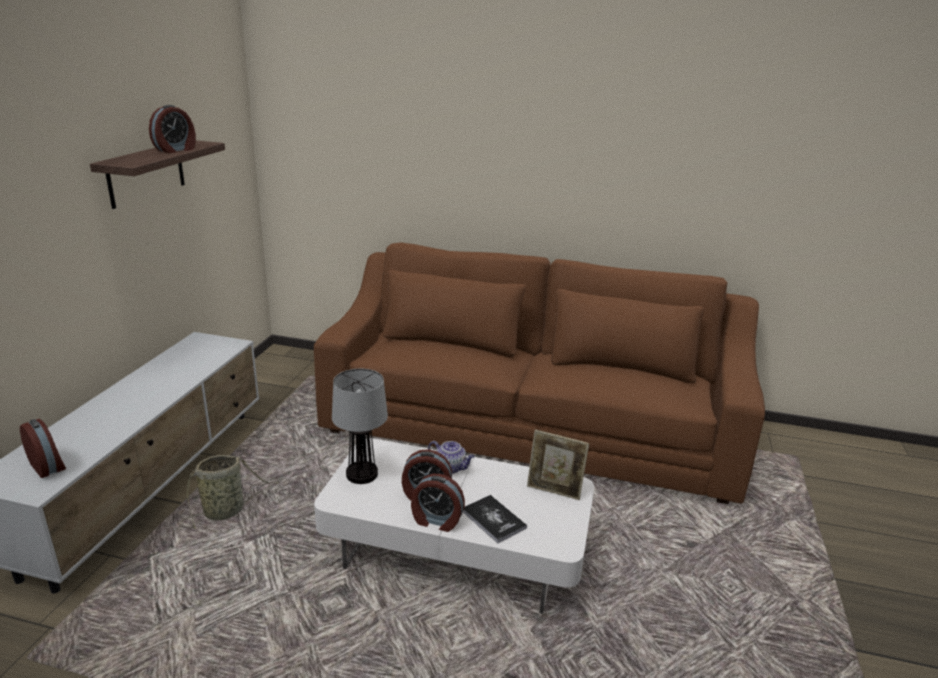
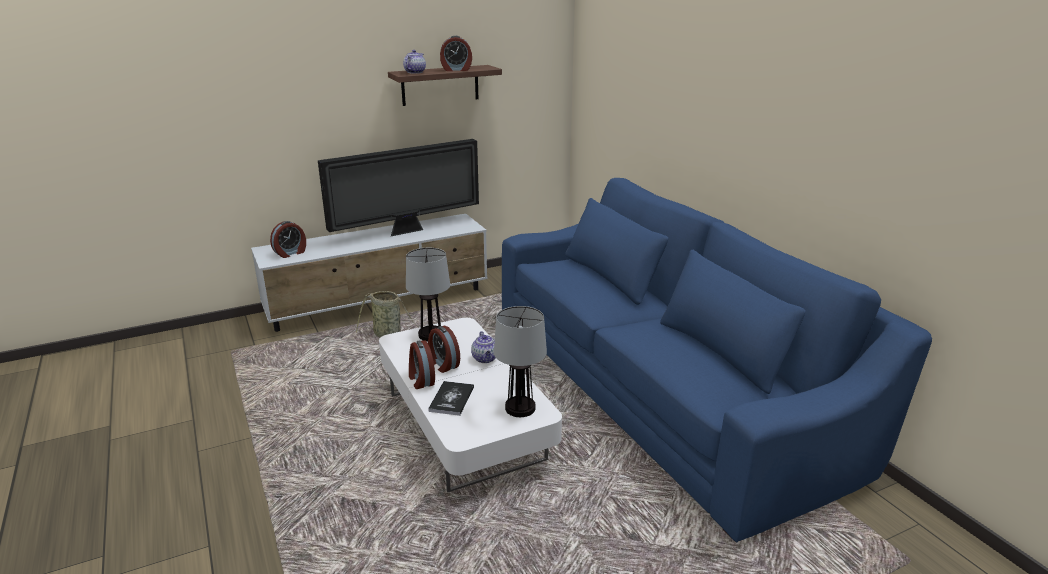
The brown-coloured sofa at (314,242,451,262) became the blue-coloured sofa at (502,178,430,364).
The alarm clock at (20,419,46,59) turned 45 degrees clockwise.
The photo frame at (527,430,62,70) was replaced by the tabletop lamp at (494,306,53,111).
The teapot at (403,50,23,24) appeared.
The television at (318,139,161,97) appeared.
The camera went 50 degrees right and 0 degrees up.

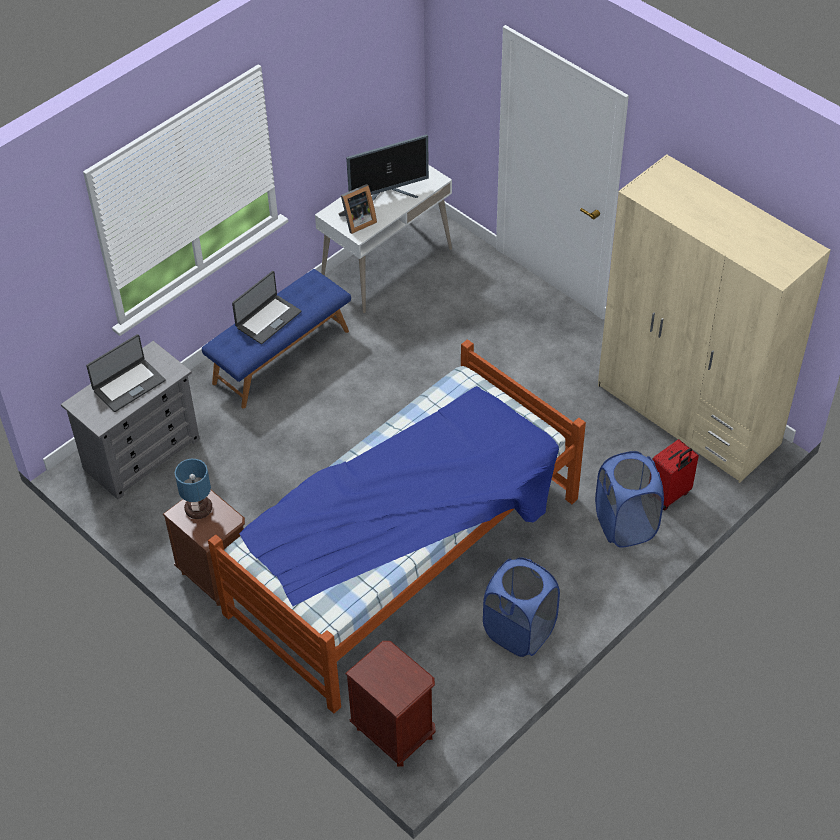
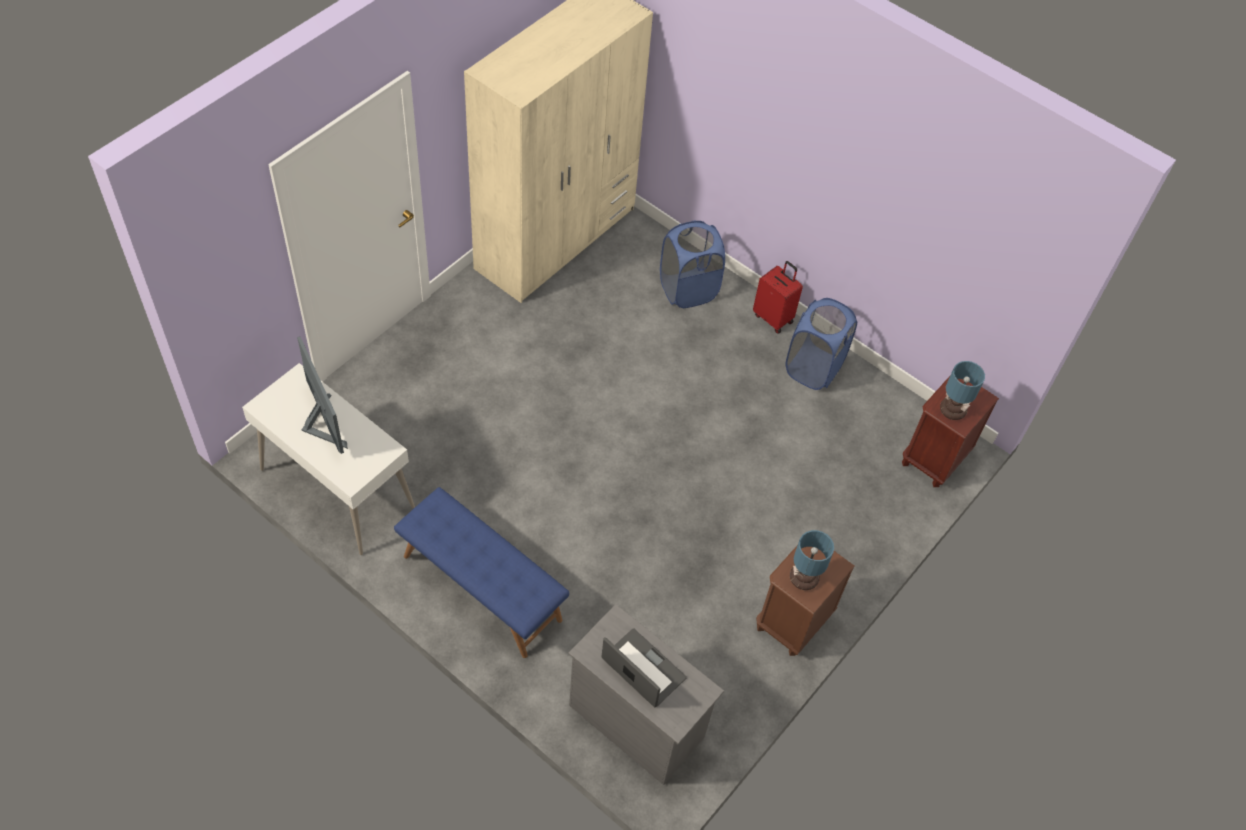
The photo frame at (338,184,39,50) disappeared.
The notebook computer at (232,271,69,73) disappeared.
The bedroom bed at (208,339,378,374) disappeared.
The red-coloured travel case moved from (652,439,47,71) to (753,261,50,73).
The tabletop lamp at (940,361,45,59) appeared.
The camera went 100 degrees left and 5 degrees up.

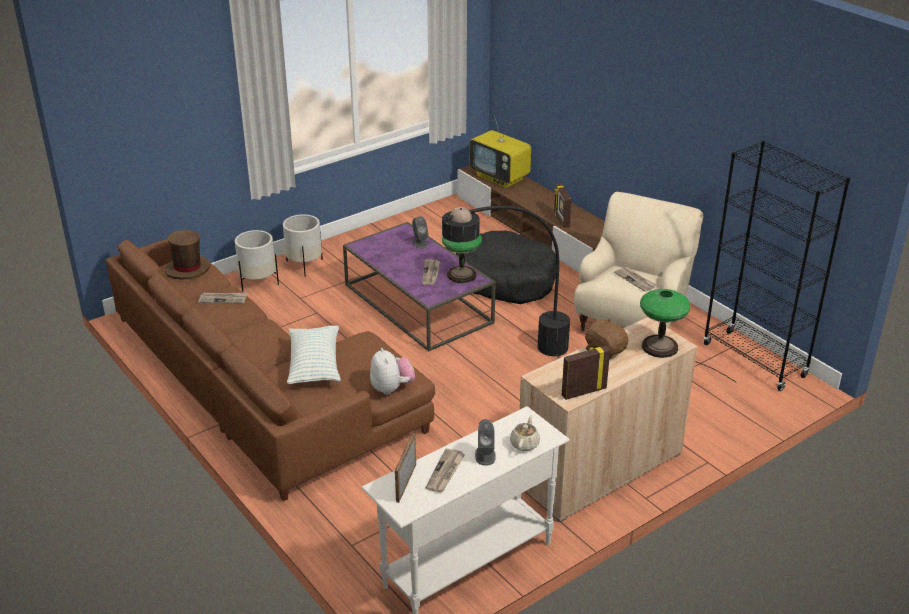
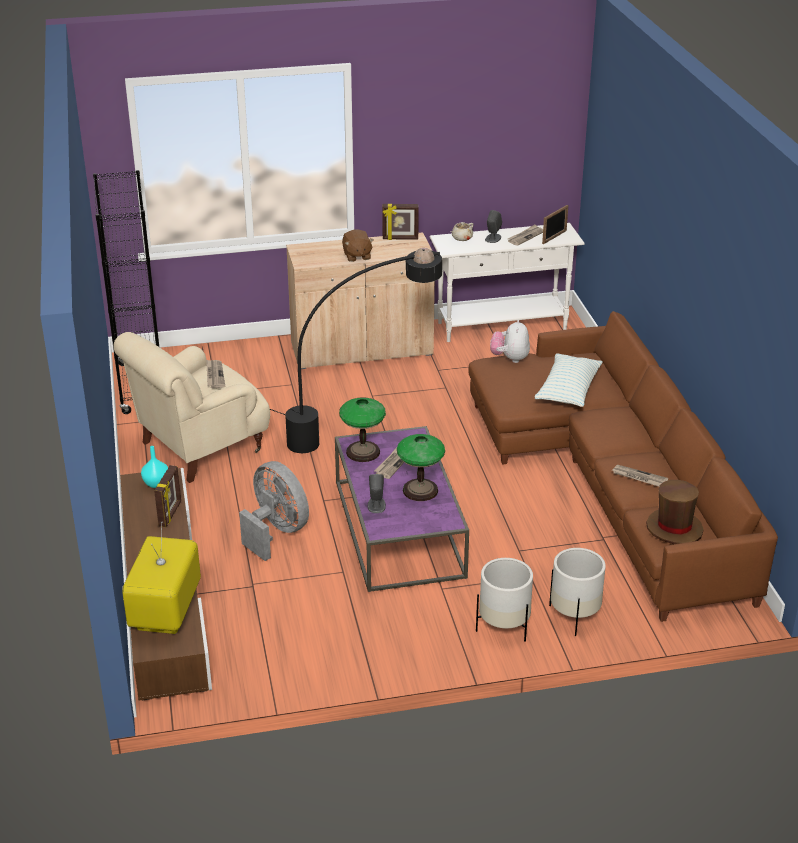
The television at (470,115,61,73) turned 150 degrees counterclockwise.
The blackish pet bed at (456,231,100,73) was replaced by the gray fan at (239,461,70,100).
The tabletop lamp moved from (640,289,50,69) to (397,434,48,67).
The turquoise-coloured vase at (141,446,27,42) appeared.
The camera went 155 degrees left and 0 degrees up.

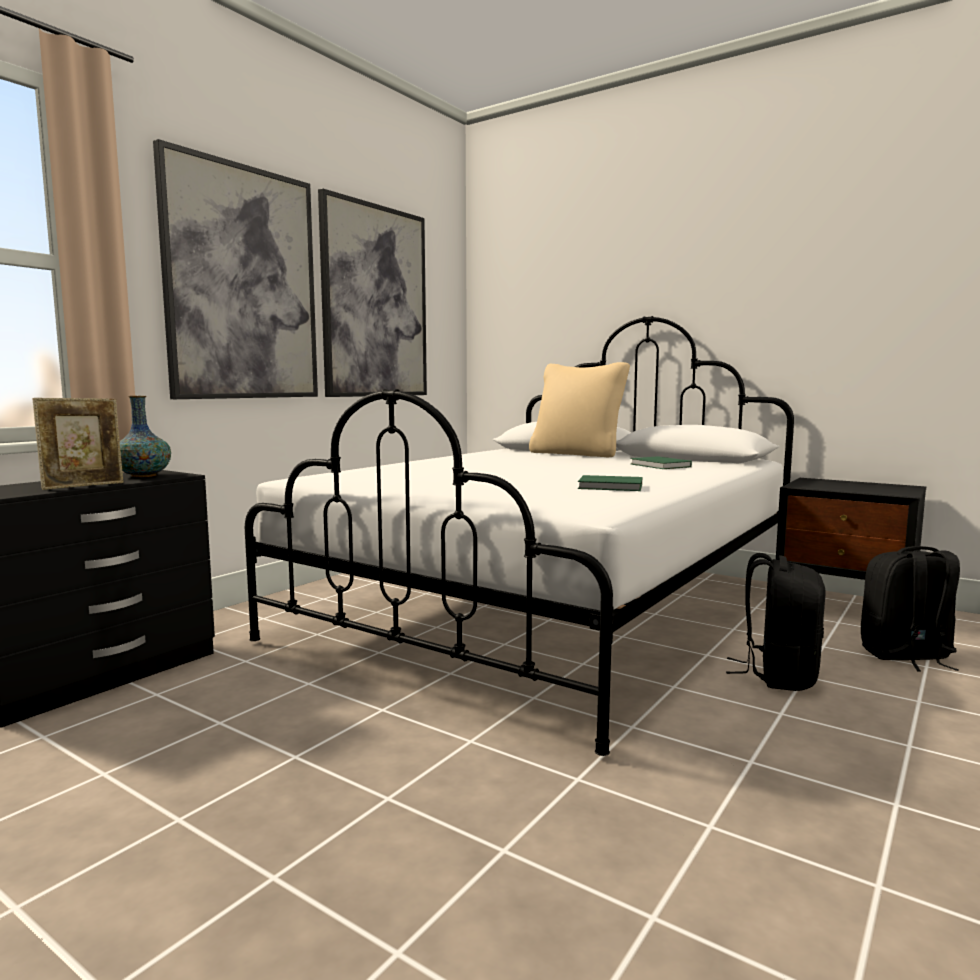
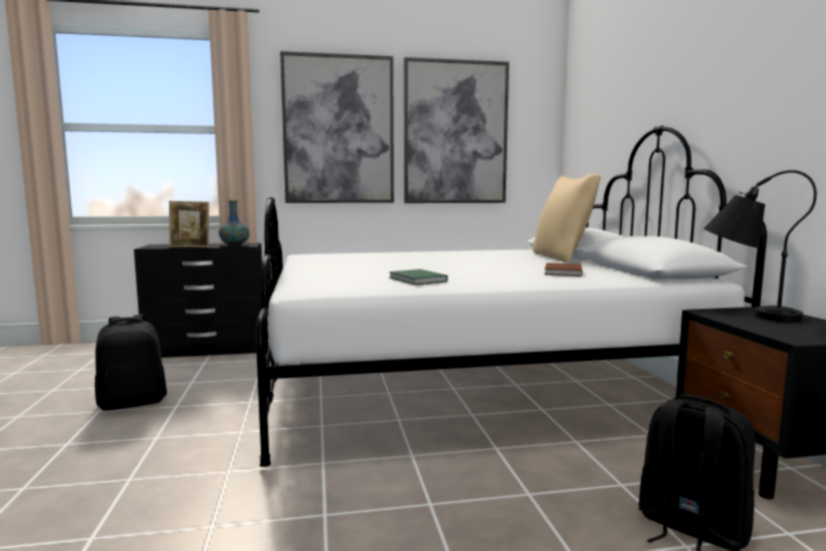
The greenish bound book at (631,456,61,13) became the brown-coloured bound book at (544,263,38,13).
The blackish knapsack moved from (726,553,100,138) to (95,314,72,97).
The blackish tabletop lamp at (704,170,113,152) appeared.
The camera went 45 degrees right and 0 degrees up.

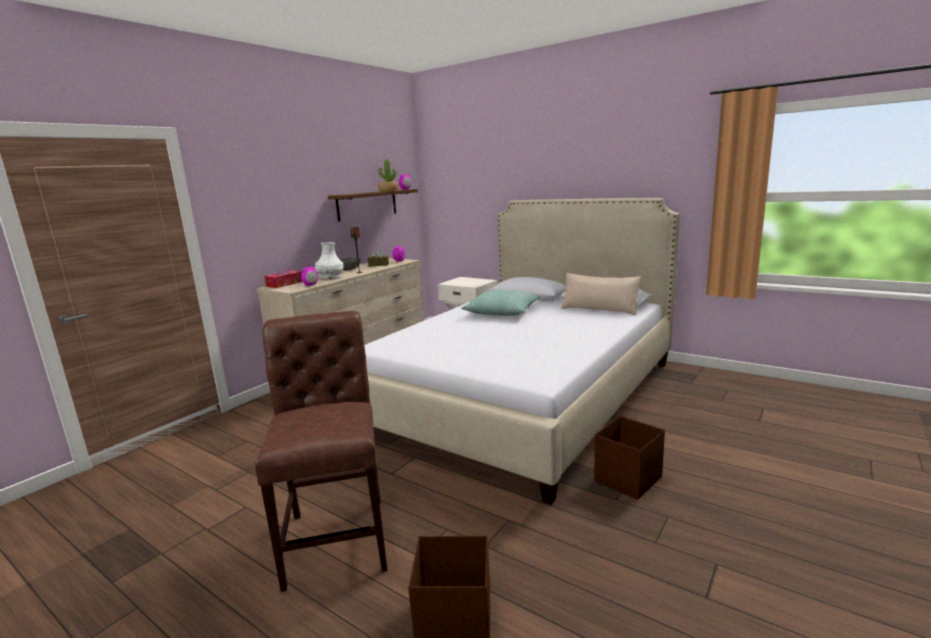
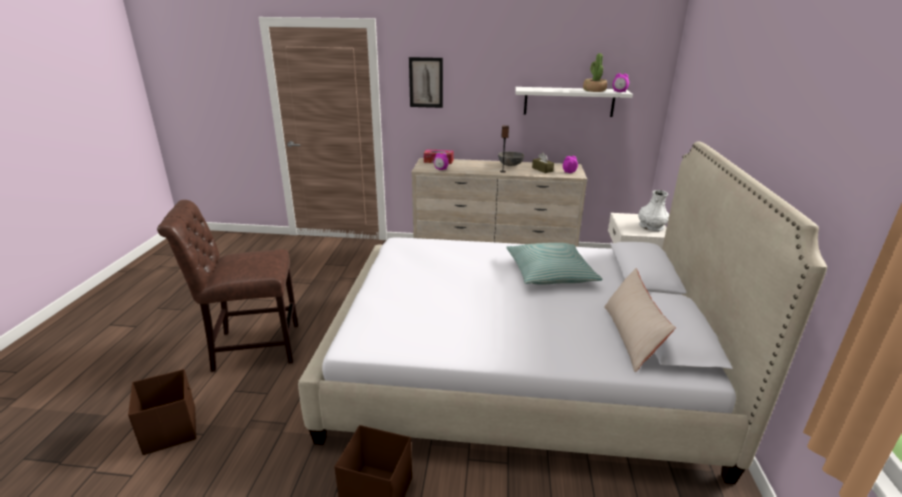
The brown-coloured shelf at (328,189,90,32) became the white shelf at (515,87,118,30).
The white vase moved from (315,242,29,37) to (638,190,31,41).
The brown-coloured plain chair at (255,311,132,281) turned 150 degrees counterclockwise.
The wall art at (409,57,34,51) appeared.
The camera went 60 degrees right and 10 degrees up.

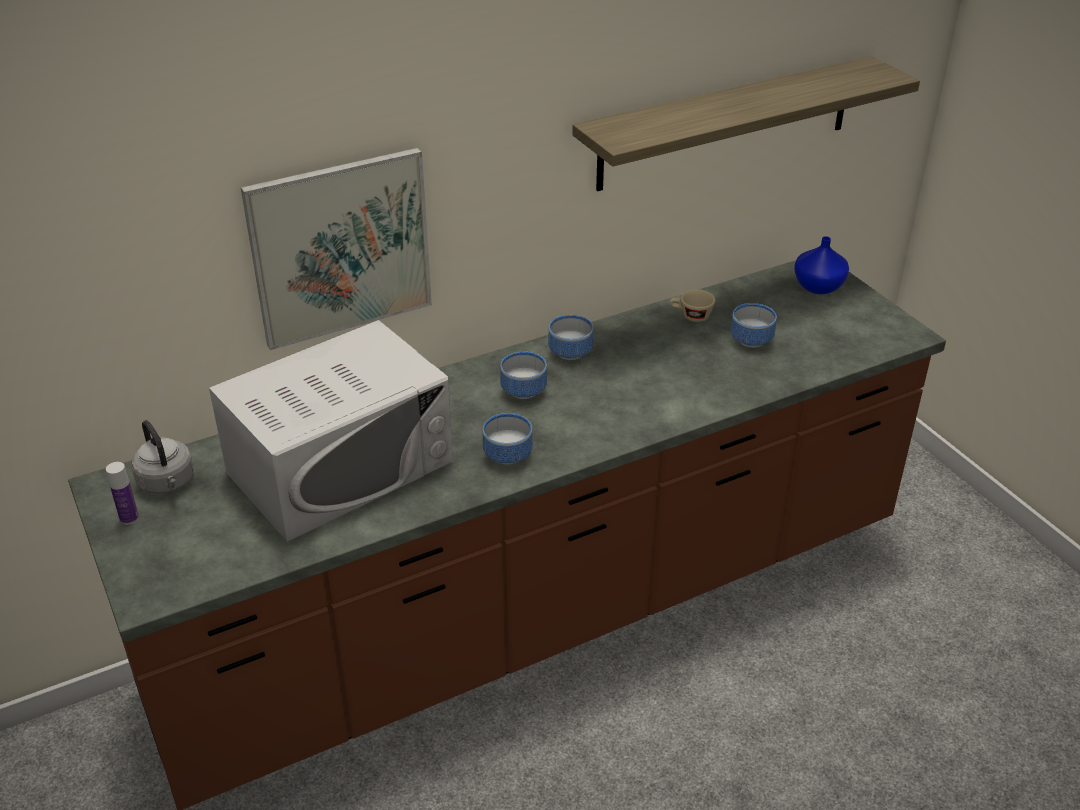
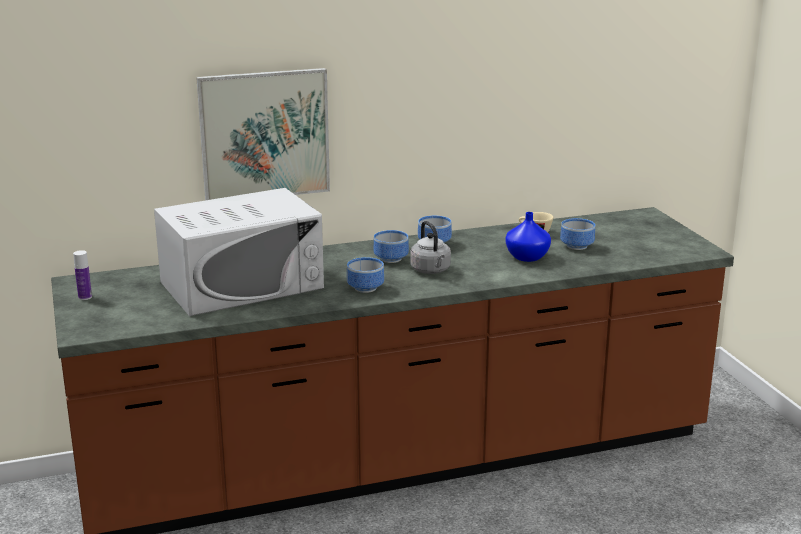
The shelf at (572,56,348,135) disappeared.
The blue-coloured vase moved from (794,236,55,58) to (505,212,46,50).
The gray water kettle moved from (131,420,63,74) to (410,221,41,53).
The camera went 10 degrees right and 15 degrees down.

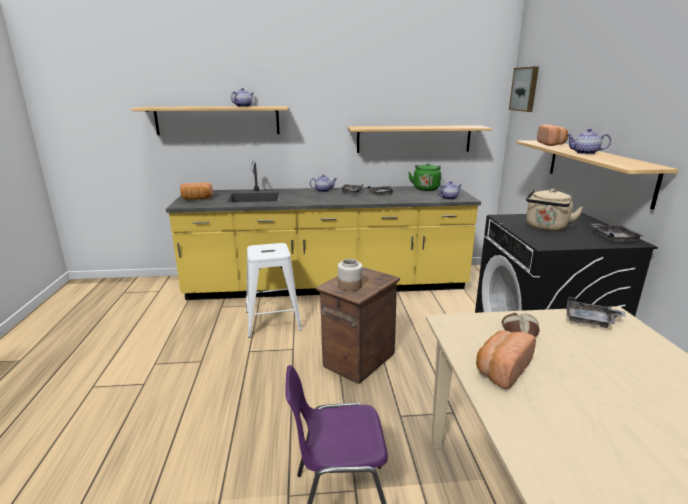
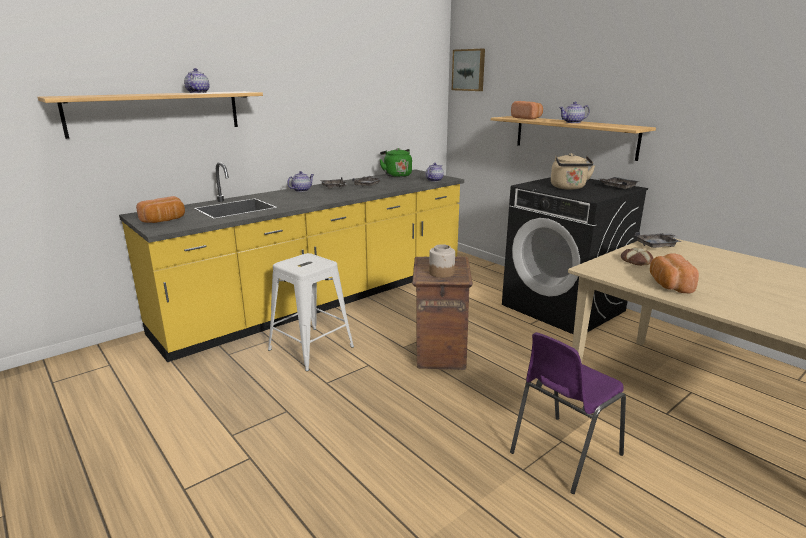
The shelf at (347,125,145,28) disappeared.
The camera went 35 degrees left and 0 degrees up.

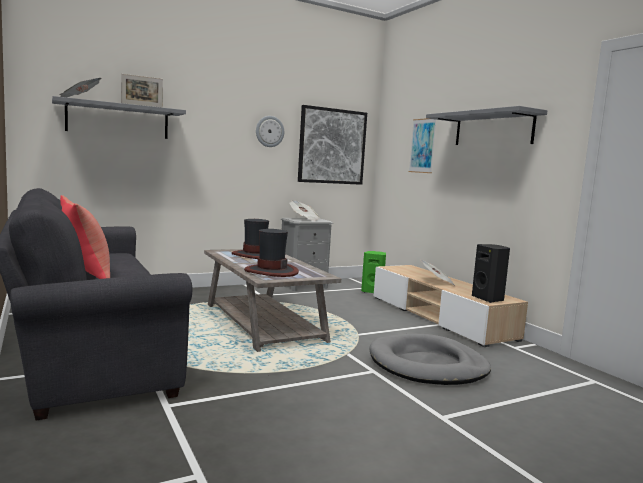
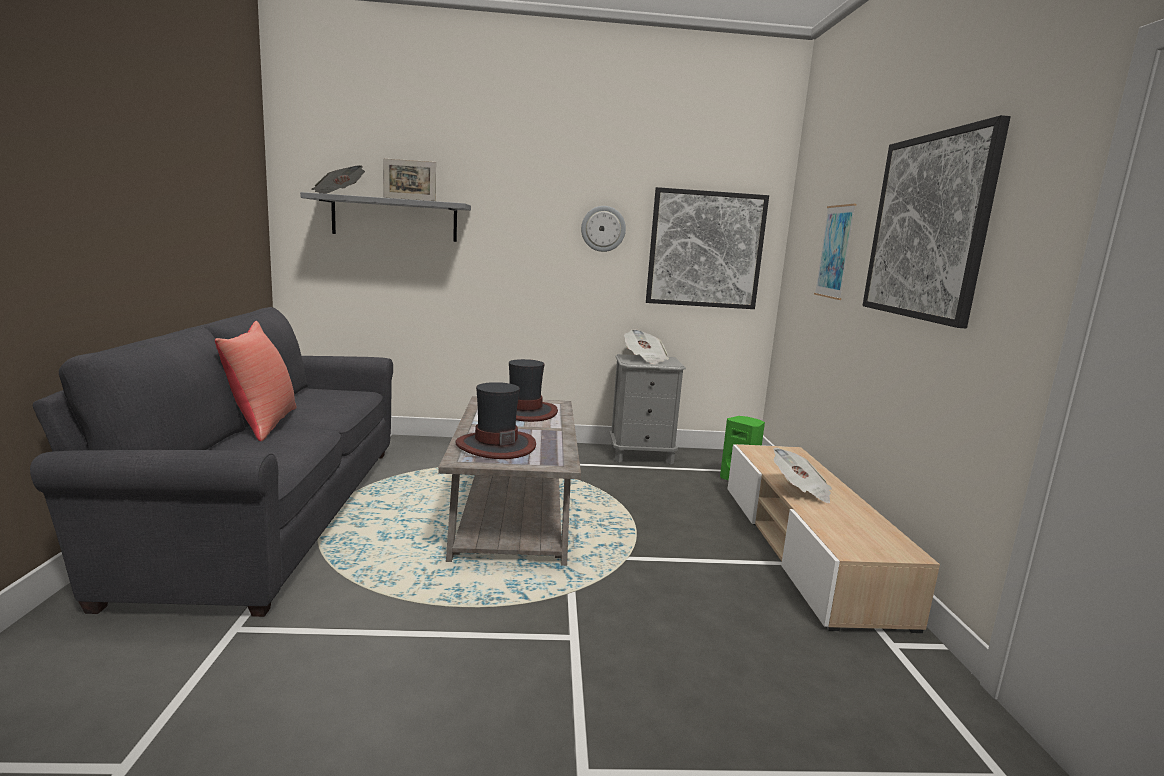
The gray shelf at (426,106,122,39) was replaced by the wall art at (862,115,149,213).
The blackish speaker at (472,244,38,59) disappeared.
The gray pet bed at (369,334,122,51) disappeared.
The camera went 25 degrees right and 5 degrees up.

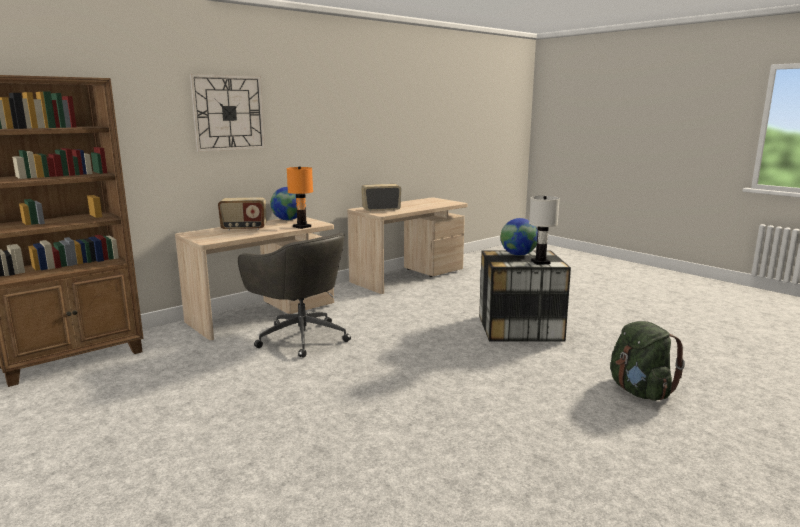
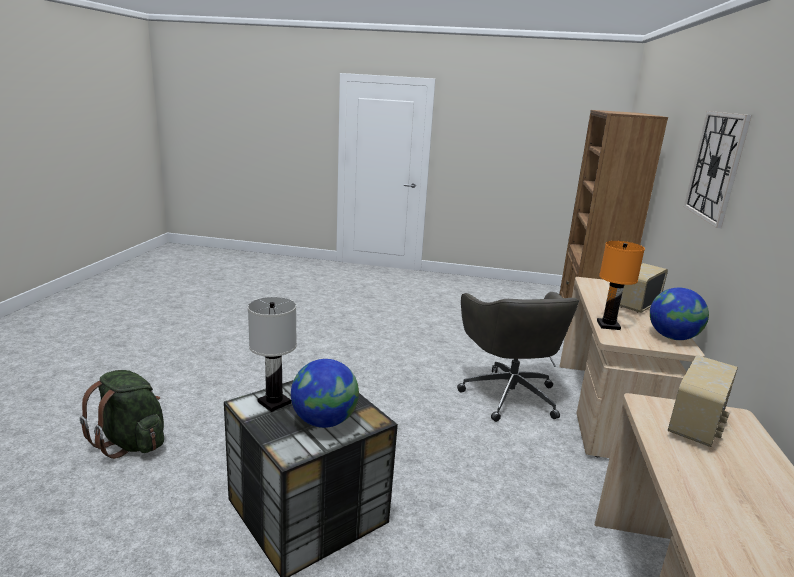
The gray office chair at (238,233,113,125) turned 105 degrees counterclockwise.
The camera went 140 degrees right and 5 degrees up.

